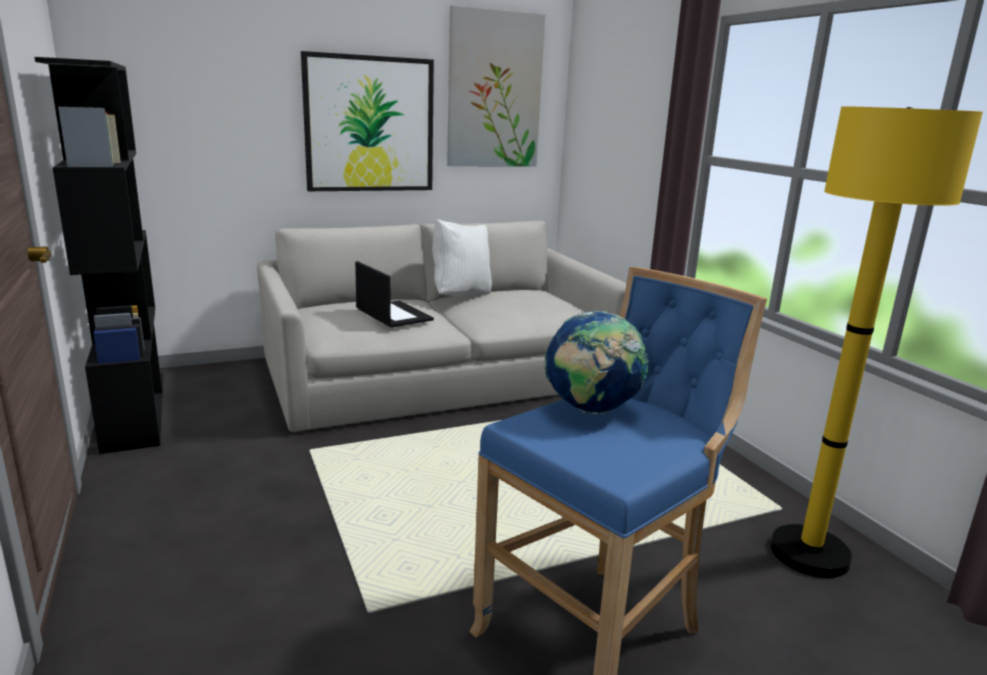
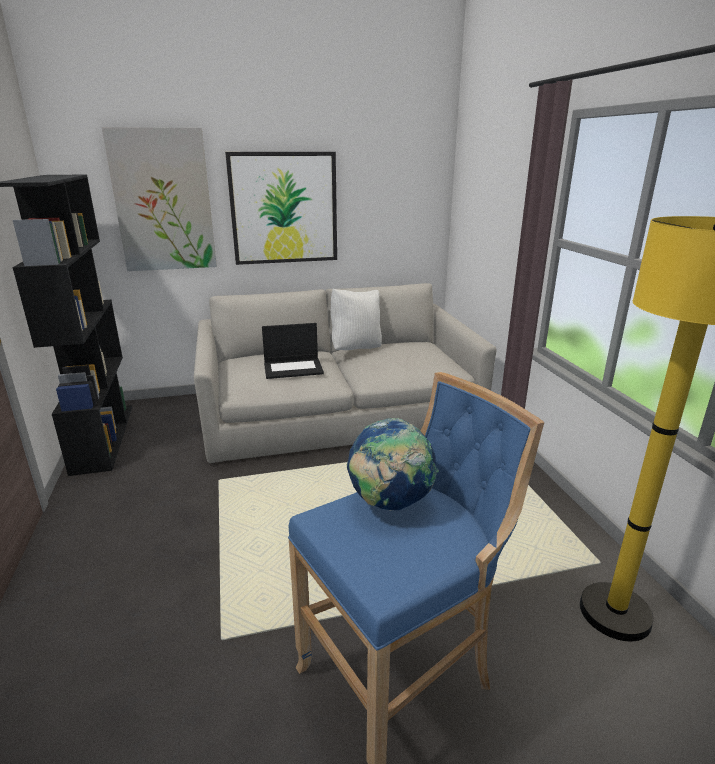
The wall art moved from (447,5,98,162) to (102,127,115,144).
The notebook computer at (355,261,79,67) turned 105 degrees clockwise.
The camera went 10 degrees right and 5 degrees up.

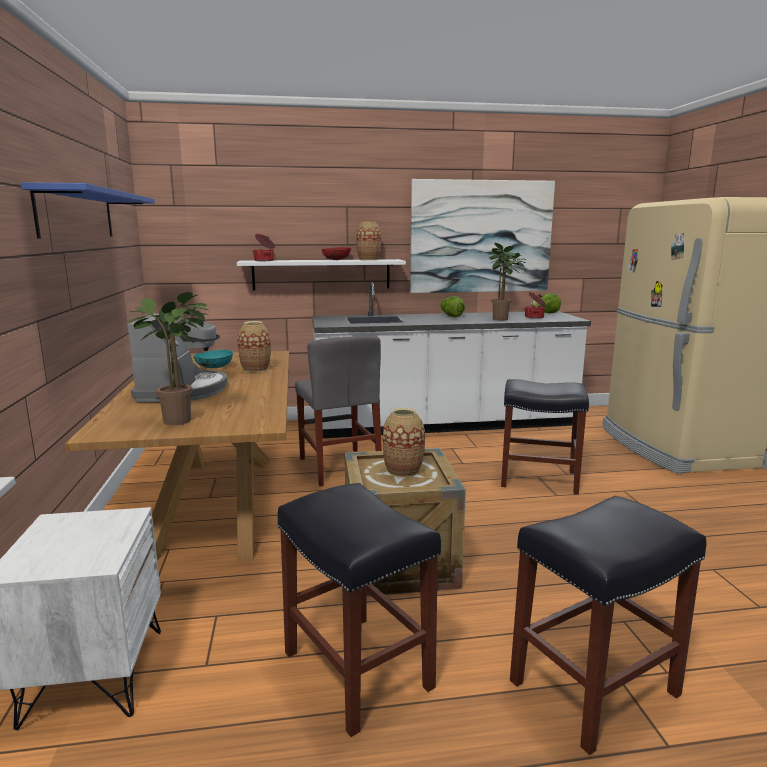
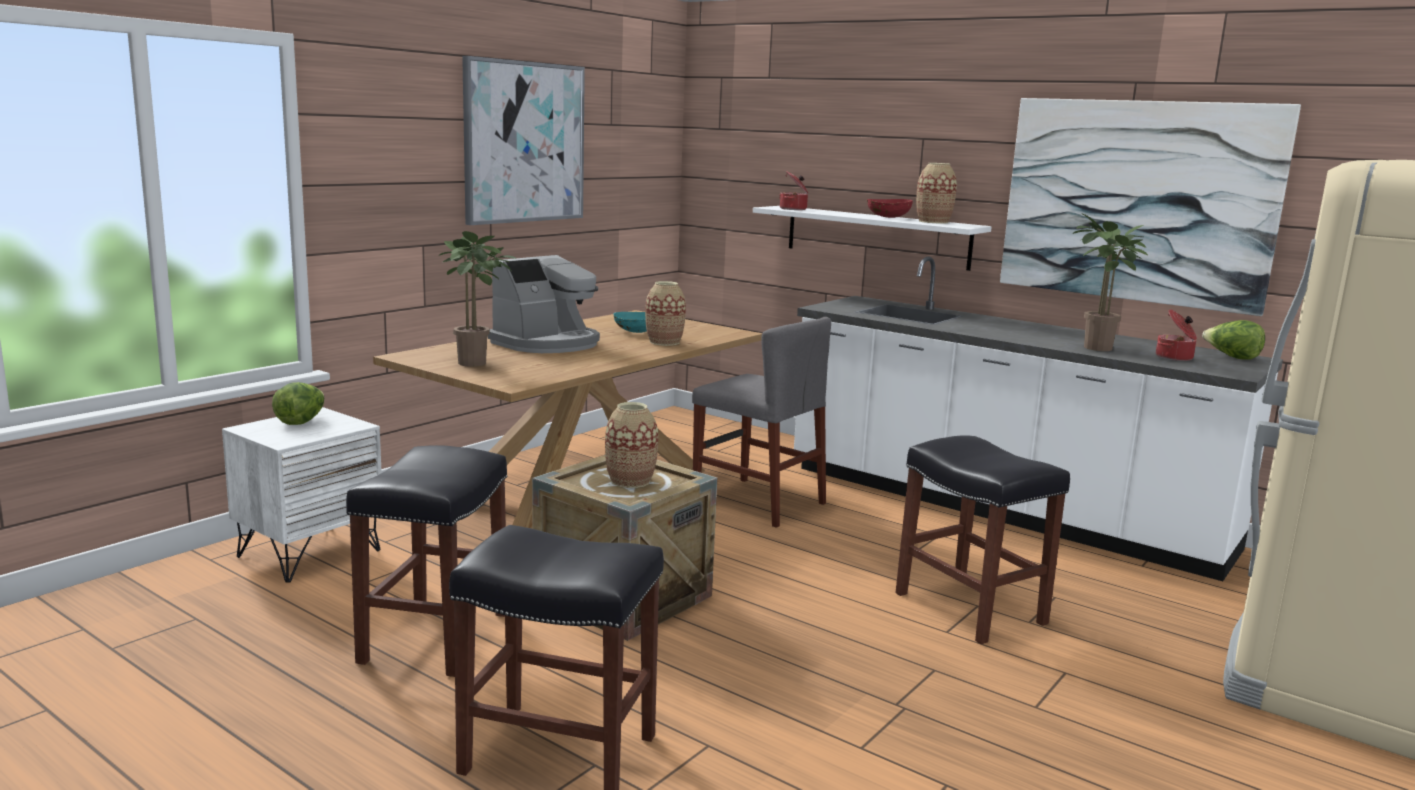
The blue-coloured shelf at (20,182,135,57) was replaced by the wall art at (462,56,123,169).
The lettuce head moved from (440,296,25,21) to (272,382,52,43).
The gray plain chair at (295,336,87,150) turned 75 degrees counterclockwise.
The camera went 45 degrees right and 0 degrees up.

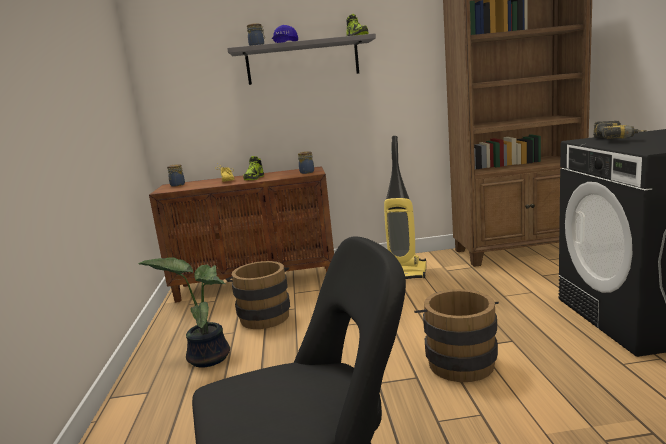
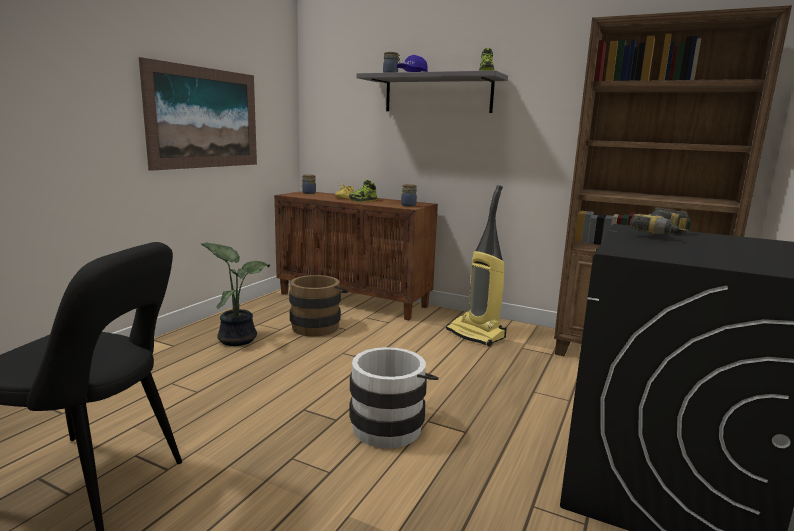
The brown-coloured pail at (414,289,85,93) became the white pail at (349,347,90,101).
The wall art at (139,57,118,114) appeared.
The camera went 30 degrees right and 0 degrees up.

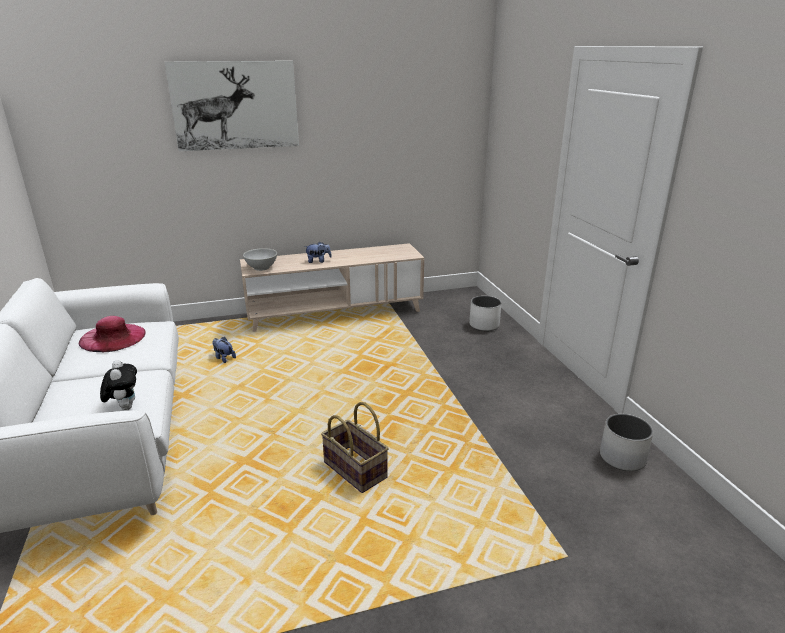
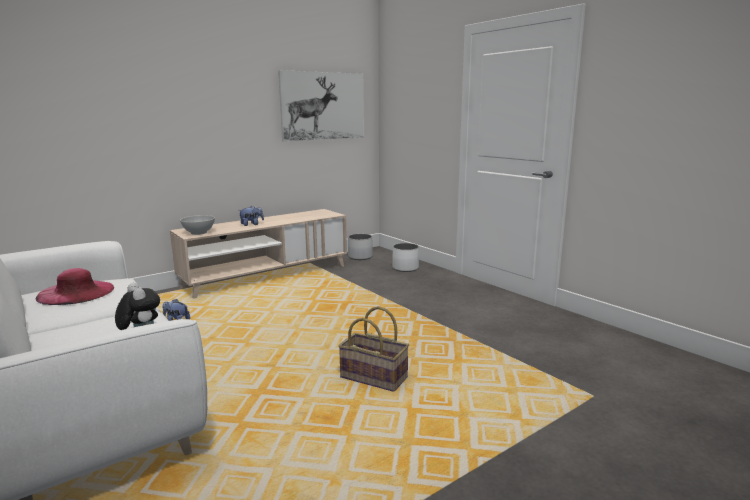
The wall art moved from (165,61,134,90) to (278,70,86,71).
The white plant pot moved from (600,414,53,57) to (348,234,25,26).
The camera went 20 degrees left and 10 degrees down.

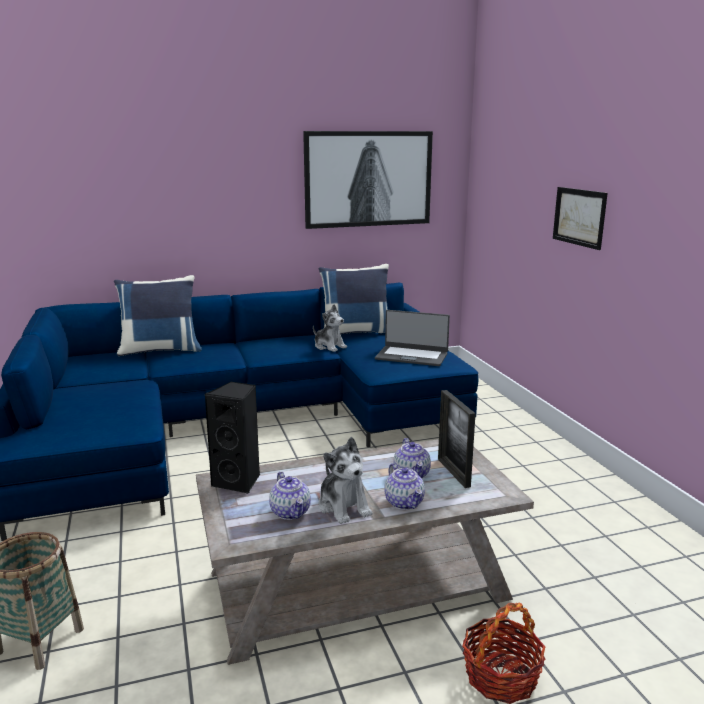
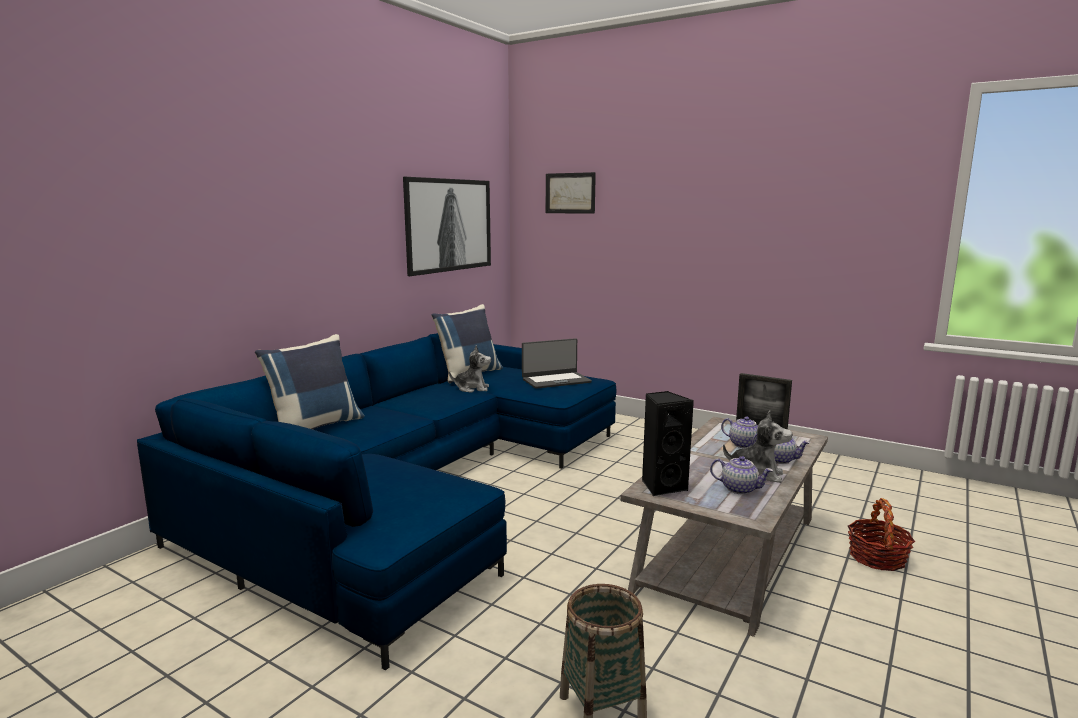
The wall art moved from (553,187,55,63) to (546,172,50,42).
The camera went 40 degrees left and 5 degrees down.

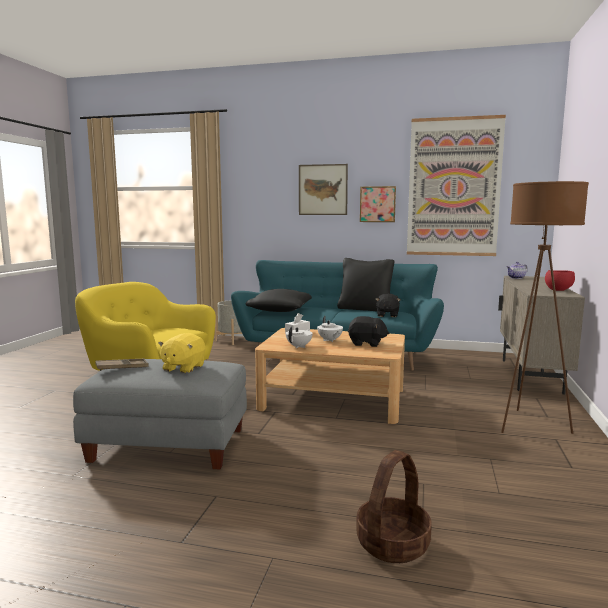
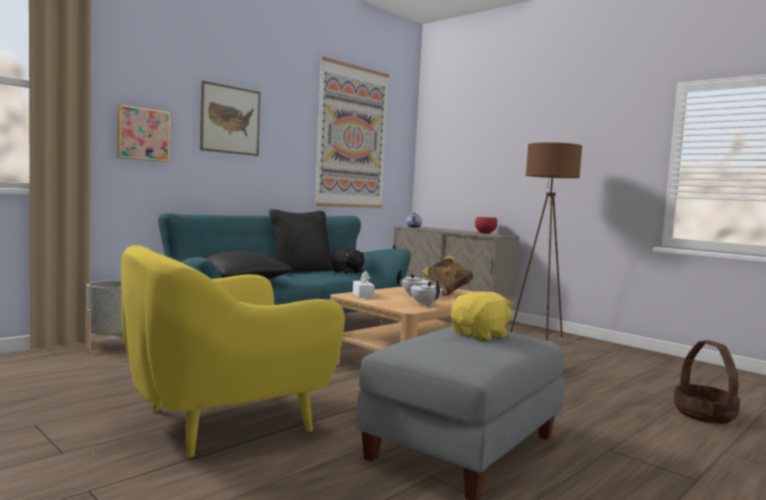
The wall art moved from (360,186,36,36) to (117,105,53,57).
The blackish plush toy at (348,316,41,31) was replaced by the bound book at (421,255,52,41).
The yellow-coloured plush toy at (158,333,48,40) turned 90 degrees counterclockwise.
The brown-coloured tray at (95,359,54,12) disappeared.
The camera went 60 degrees left and 5 degrees down.

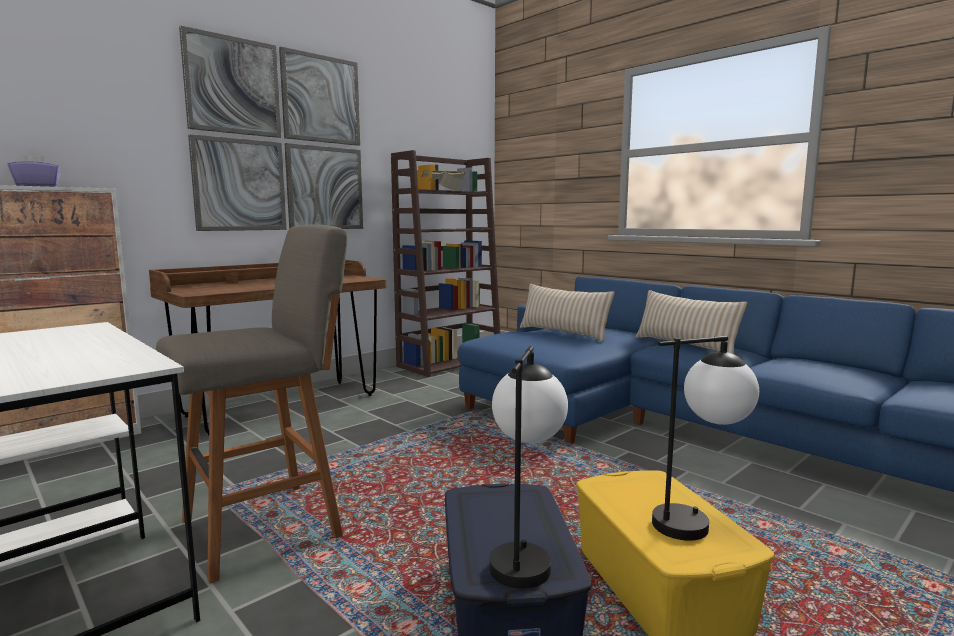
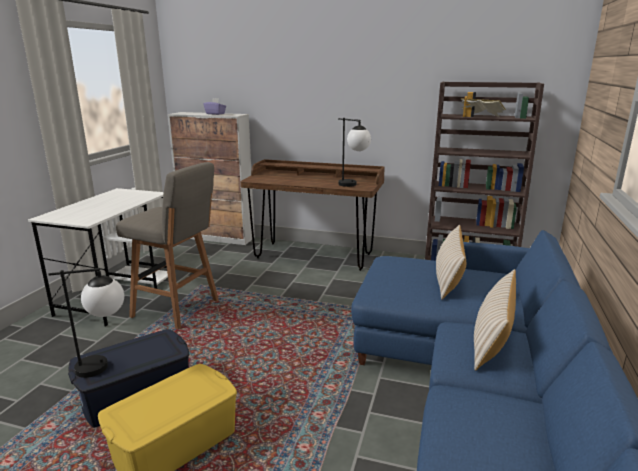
The wall art at (179,25,184,206) disappeared.
The tabletop lamp moved from (652,336,107,205) to (338,118,33,69).
The camera went 60 degrees right and 10 degrees up.

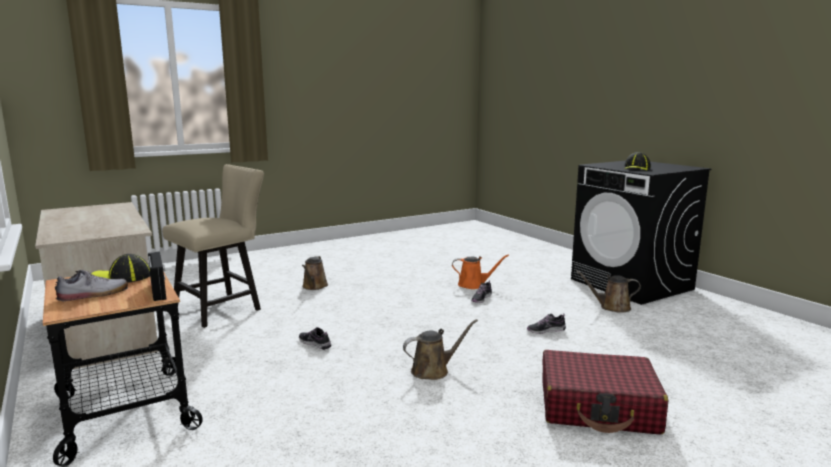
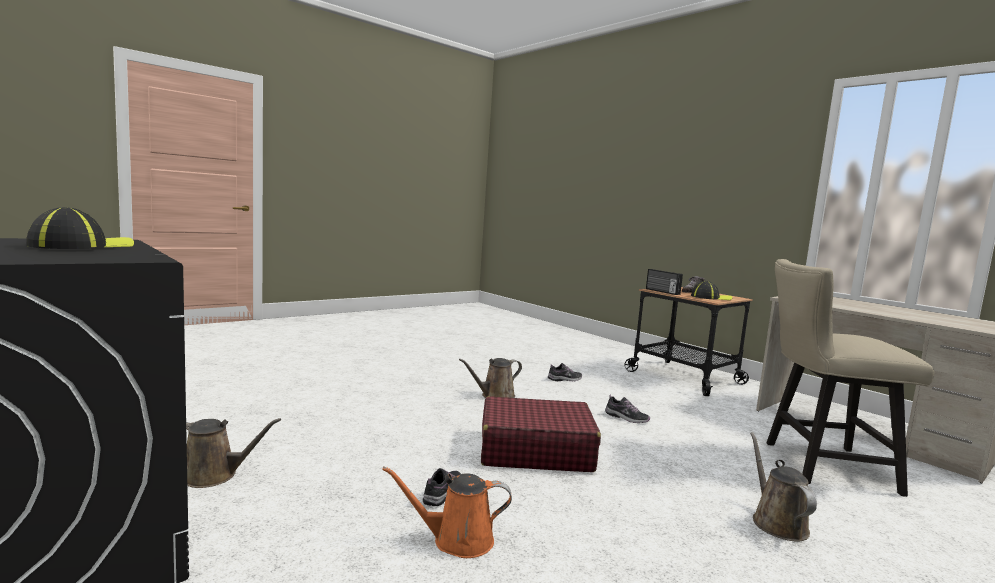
The beige-coloured plain chair at (162,164,102,164) turned 60 degrees clockwise.
The low shoe moved from (527,313,39,21) to (548,363,34,19).
The red-coloured travel case moved from (542,350,127,84) to (481,396,120,76).
The camera went 170 degrees right and 5 degrees down.

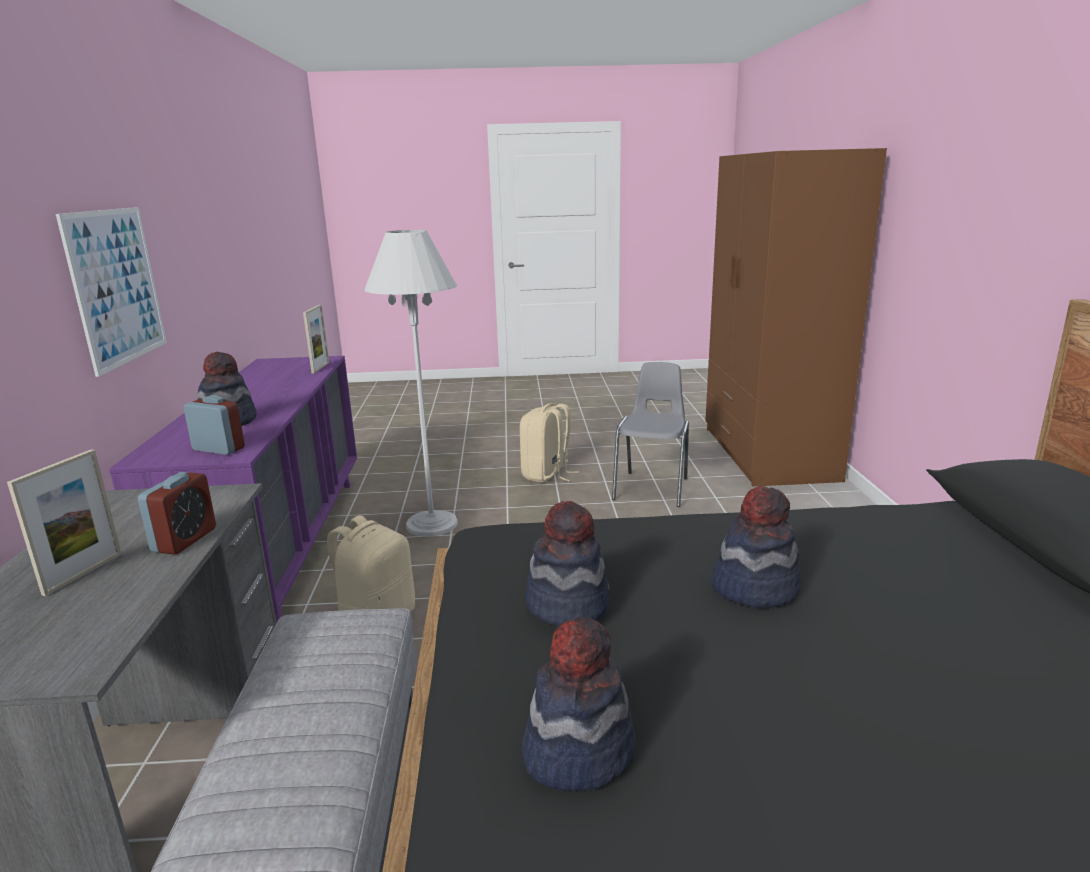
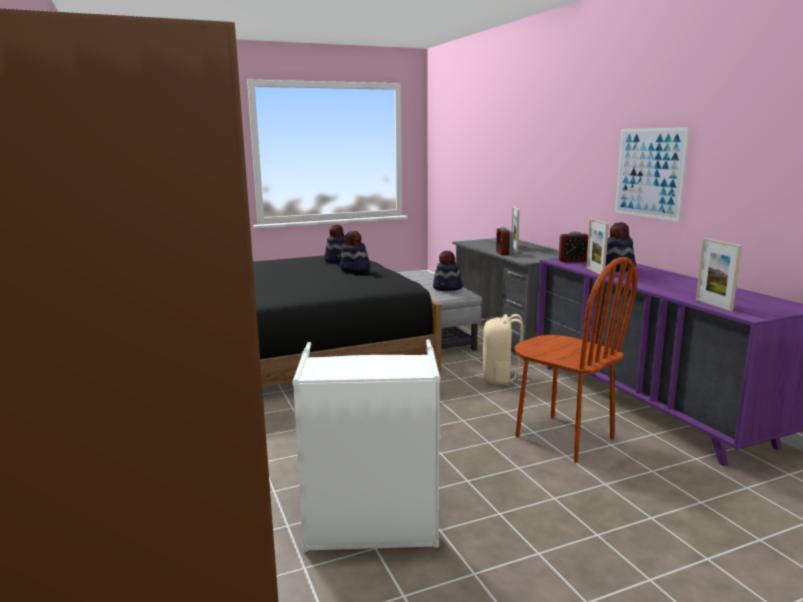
The white standing lamp at (364,230,94,307) was replaced by the brown-coloured plain chair at (514,257,123,206).
The gray plain chair at (612,362,77,145) was replaced by the white laundry basket at (292,339,149,213).
The beige-coloured knapsack at (520,404,59,79) disappeared.
The clothing hat moved from (711,486,90,122) to (433,251,30,40).
The photo frame at (586,219,23,56) appeared.
The camera went 160 degrees right and 5 degrees down.

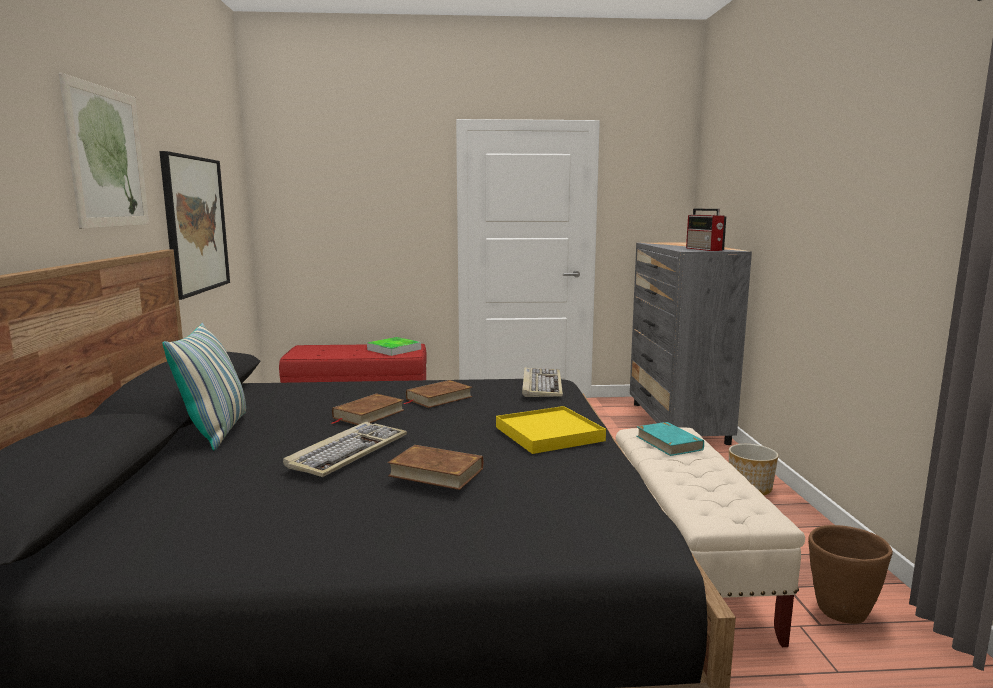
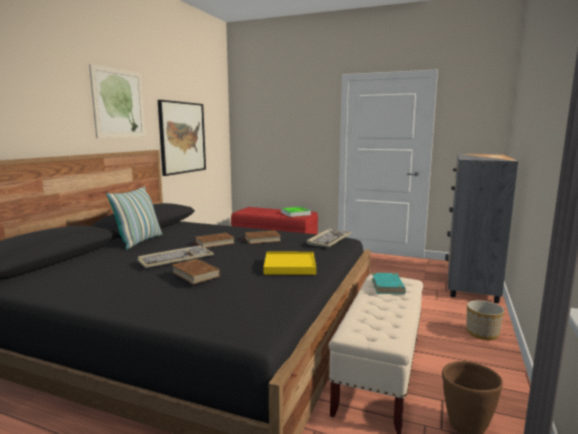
The radio receiver at (686,209,40,42) disappeared.
The camera went 25 degrees right and 0 degrees up.

